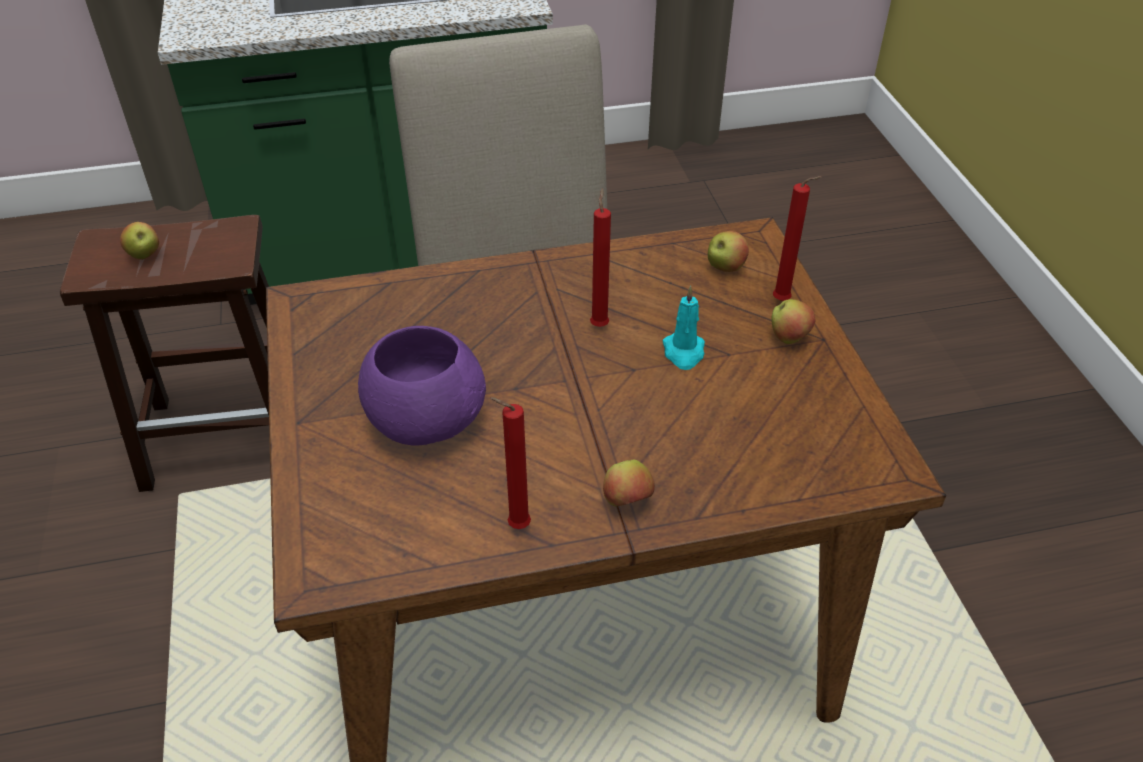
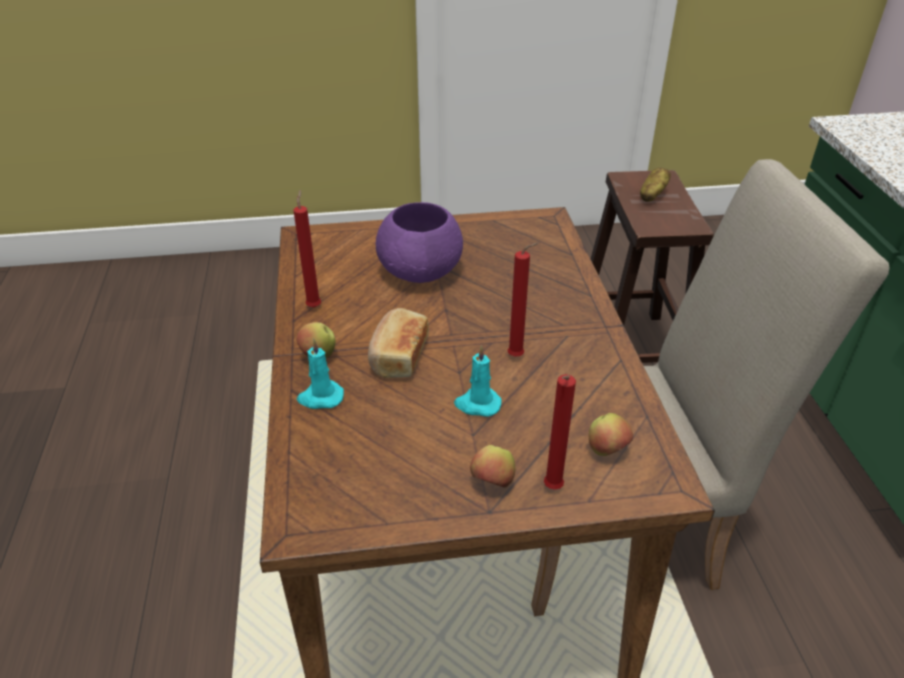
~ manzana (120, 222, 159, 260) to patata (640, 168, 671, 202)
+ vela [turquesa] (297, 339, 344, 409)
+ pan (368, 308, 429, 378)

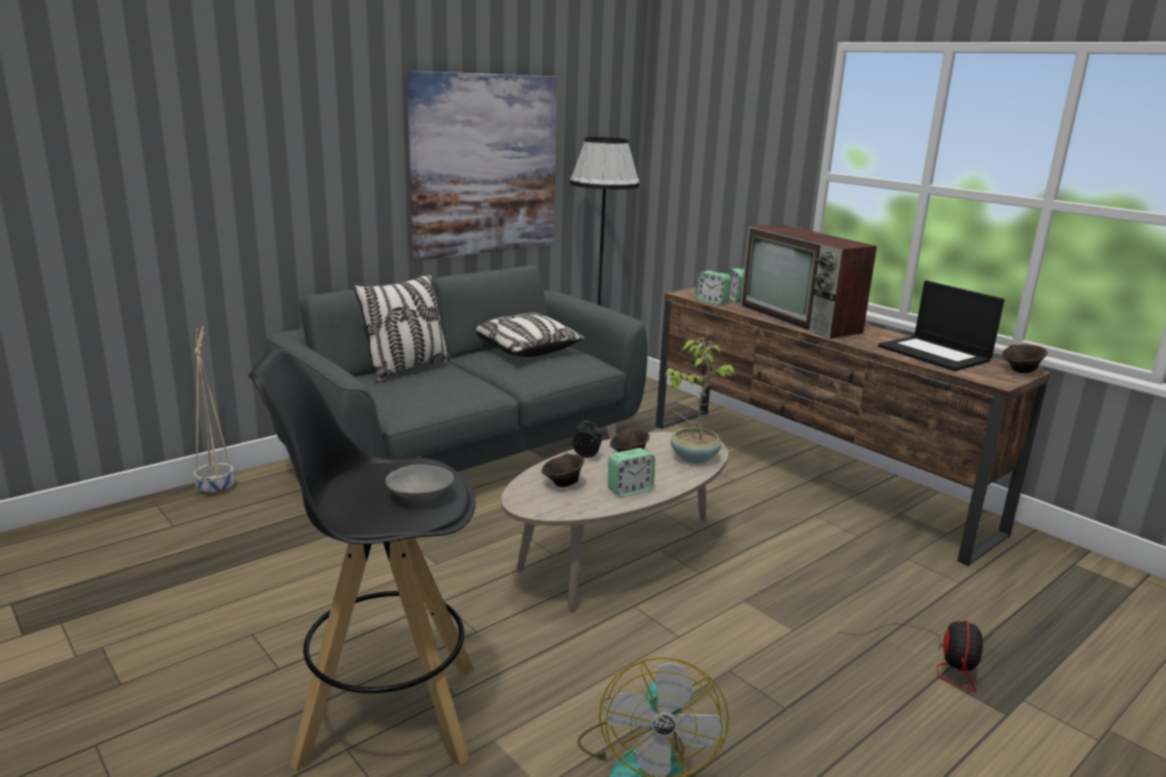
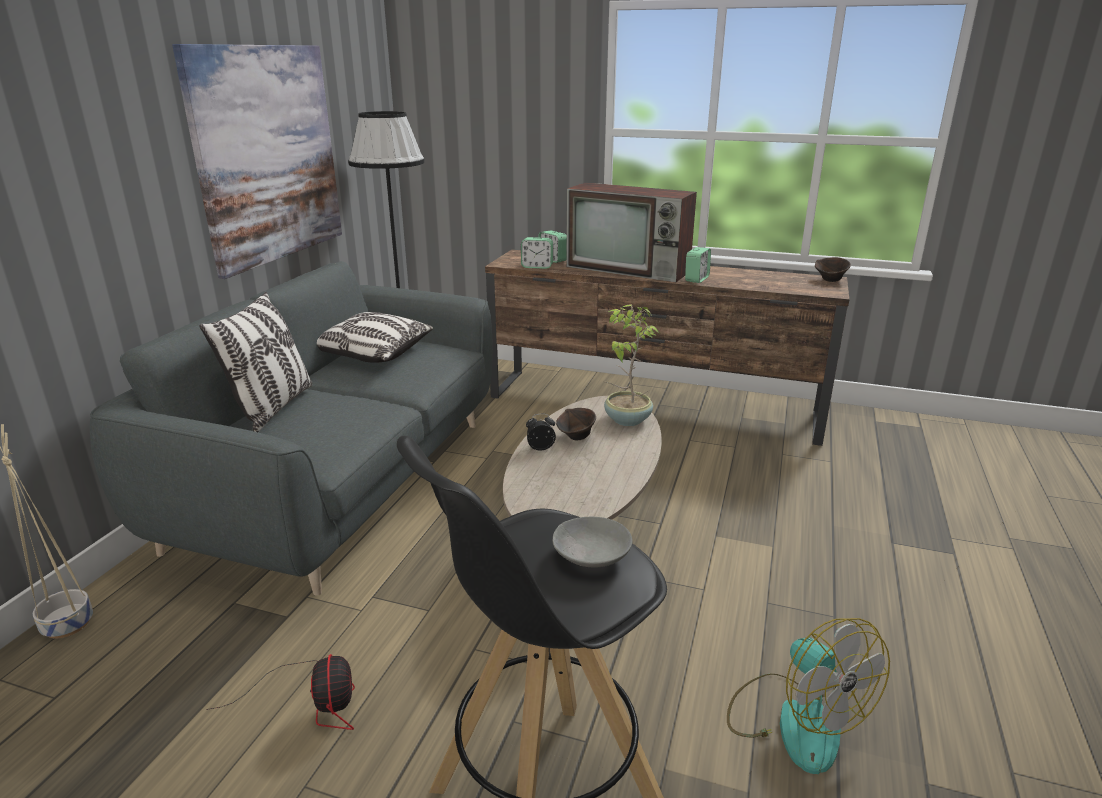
- cuenco [marrón] (542, 453, 584, 487)
~ despertador (607, 448, 655, 497) to (685, 247, 711, 283)
~ ventilador (839, 620, 983, 692) to (206, 654, 355, 730)
- portátil (878, 280, 1005, 371)

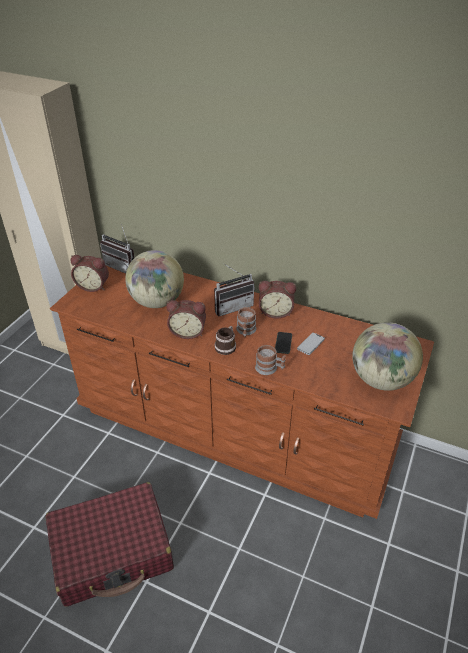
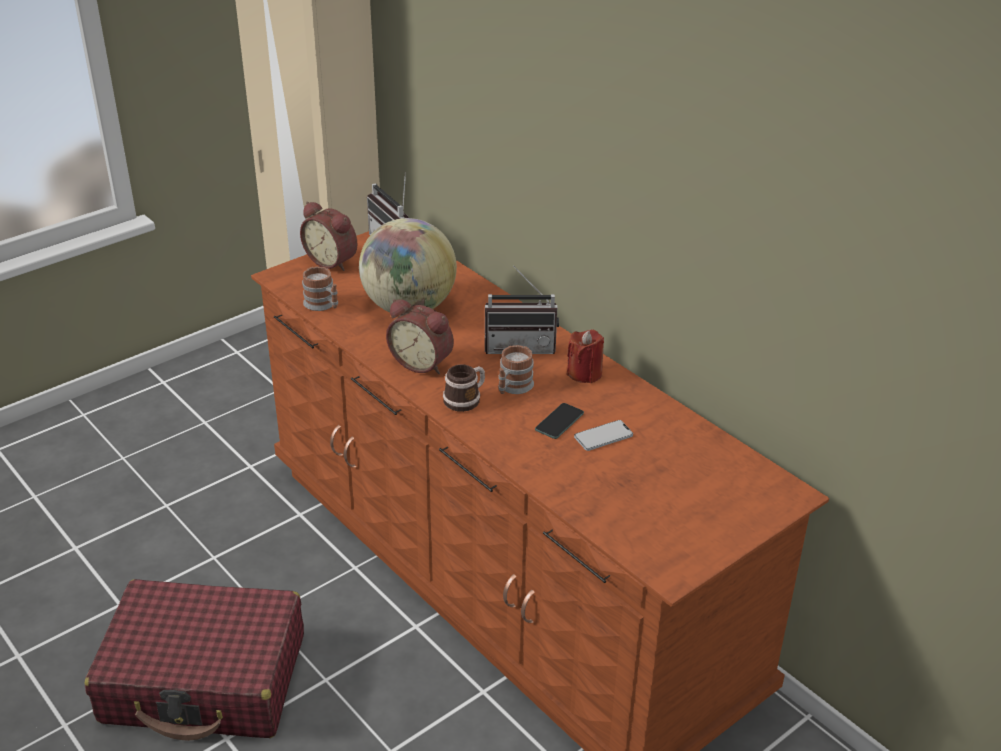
~ taza grande (255, 345, 286, 375) to (302, 267, 338, 311)
~ despertador (259, 281, 296, 319) to vela [rojo] (567, 329, 604, 383)
- globo terráqueo (352, 322, 423, 391)

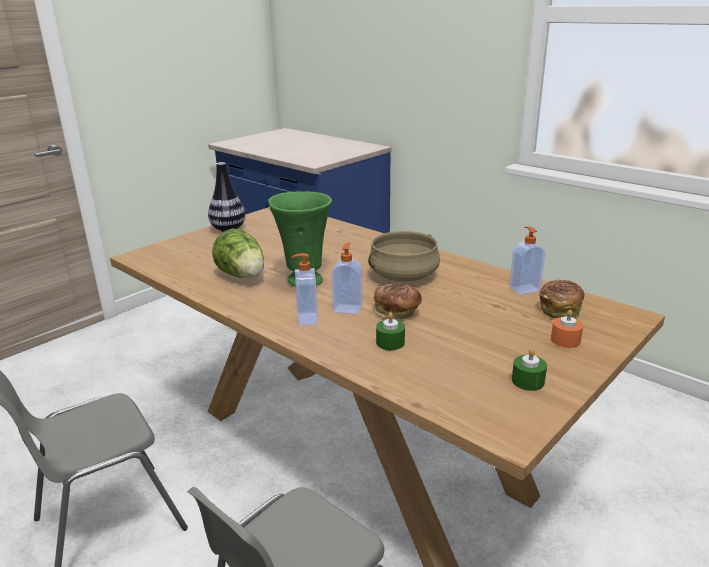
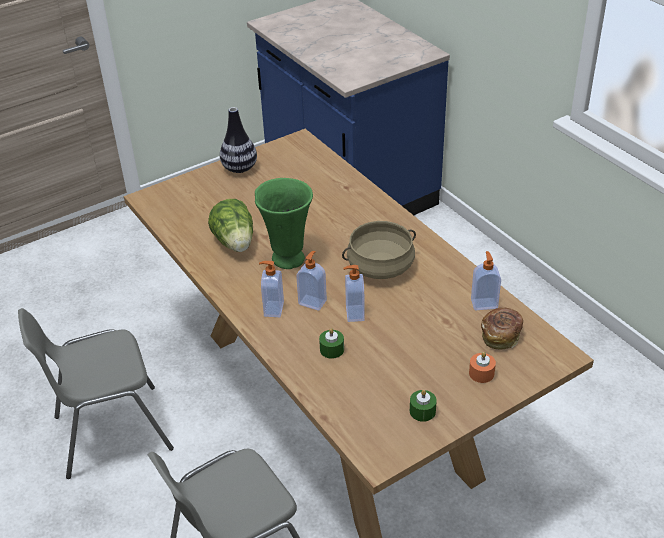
~ pan (374, 284, 422, 319) to dispensador de jabón (343, 265, 365, 322)

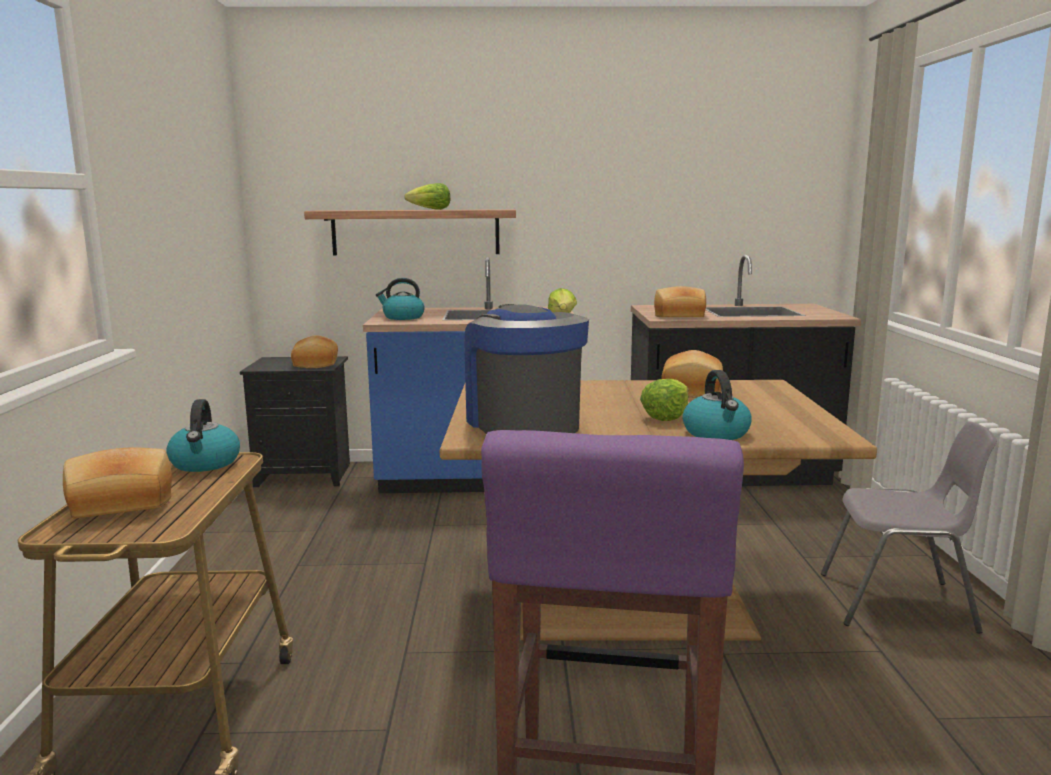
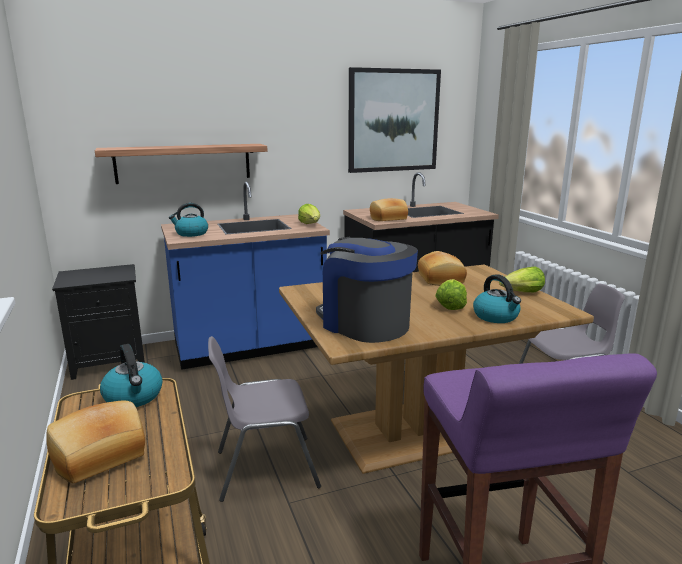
- pan (291, 335, 338, 368)
~ lechuga (405, 183, 450, 210) to (499, 267, 545, 292)
+ silla [gris] (208, 336, 321, 502)
+ cuadro (348, 67, 441, 173)

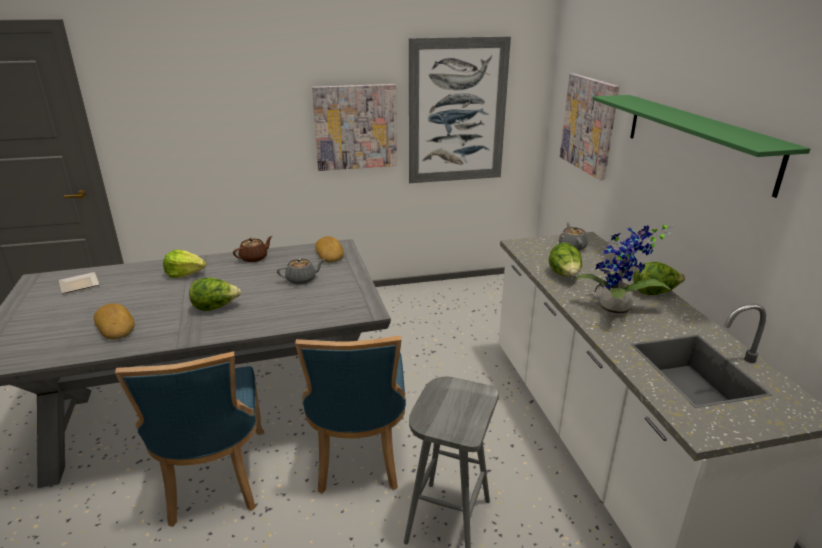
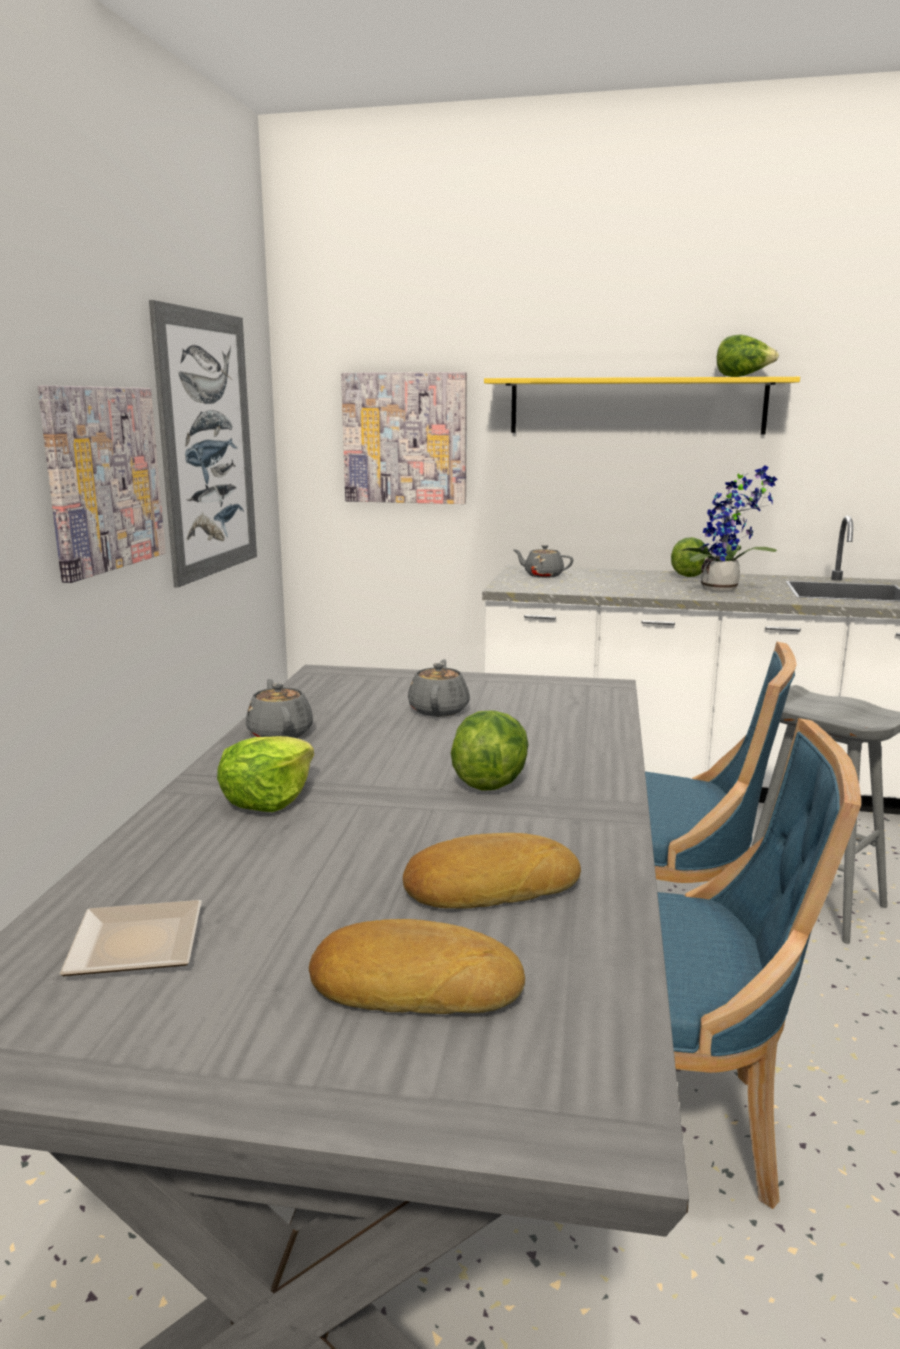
~ tetera [marrón] (233, 236, 273, 262) to tetera [gris] (246, 679, 313, 738)
~ pan (315, 236, 344, 263) to (309, 919, 525, 1014)
~ lechuga (549, 243, 582, 276) to (717, 335, 779, 377)
~ estante [verde] (592, 95, 810, 198) to estante [amarillo] (484, 377, 800, 435)

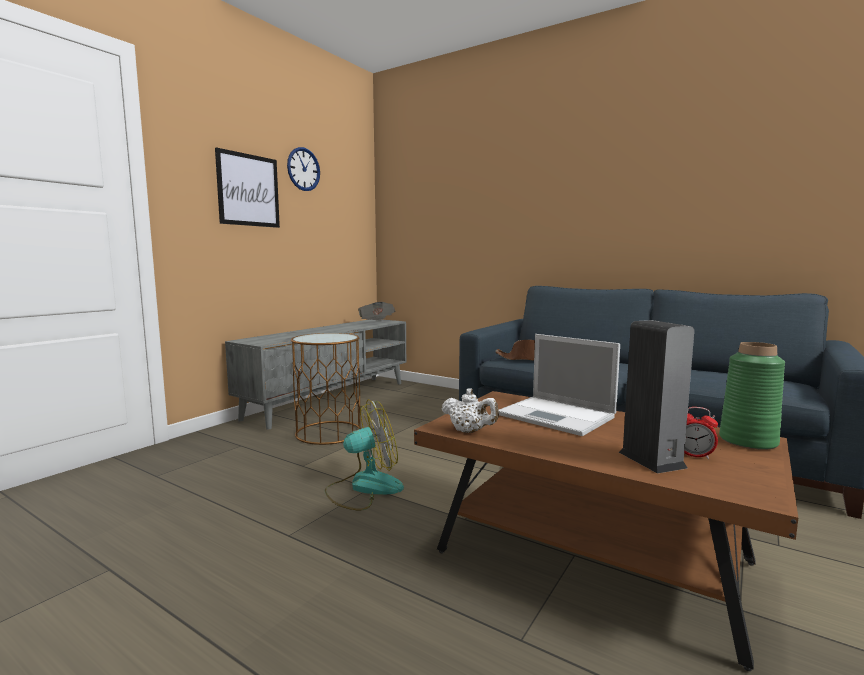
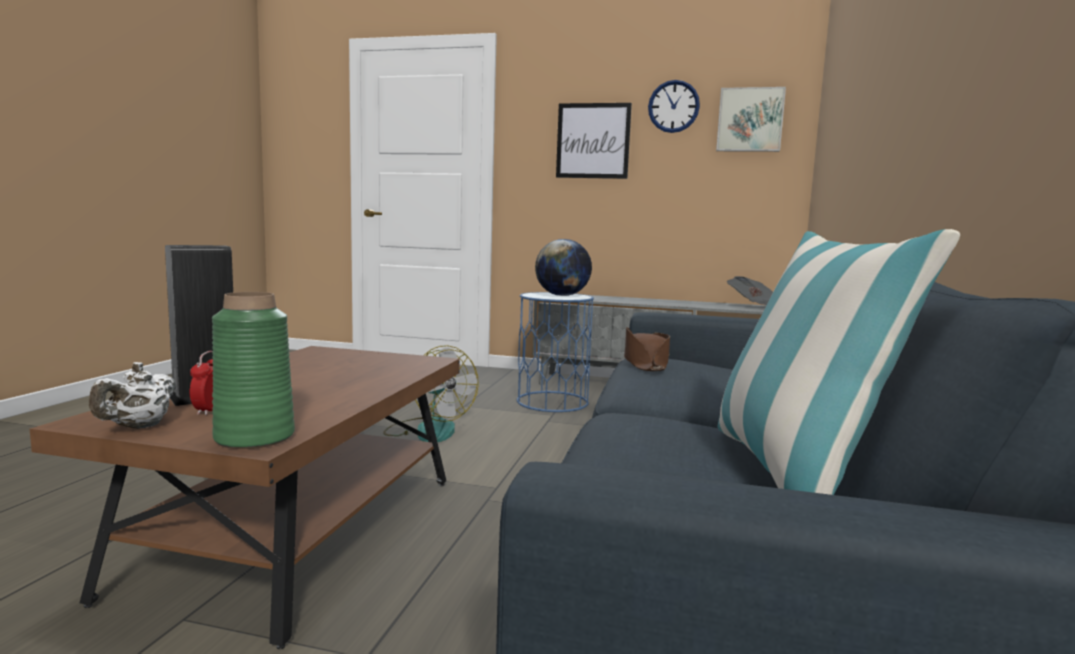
~ mesa auxiliar [marrón] (291, 333, 361, 445) to mesa auxiliar [azul] (517, 292, 594, 412)
~ tetera [blanco] (442, 389, 499, 433) to (89, 362, 176, 429)
- portátil (499, 334, 620, 436)
+ globo terráqueo (535, 239, 592, 296)
+ cuadro (716, 87, 786, 152)
+ cojín (718, 229, 960, 495)

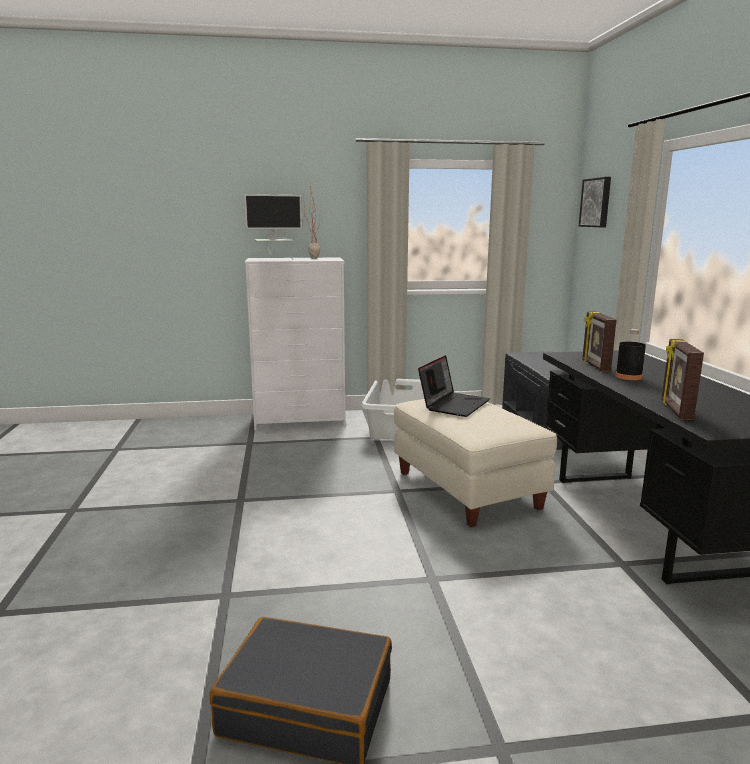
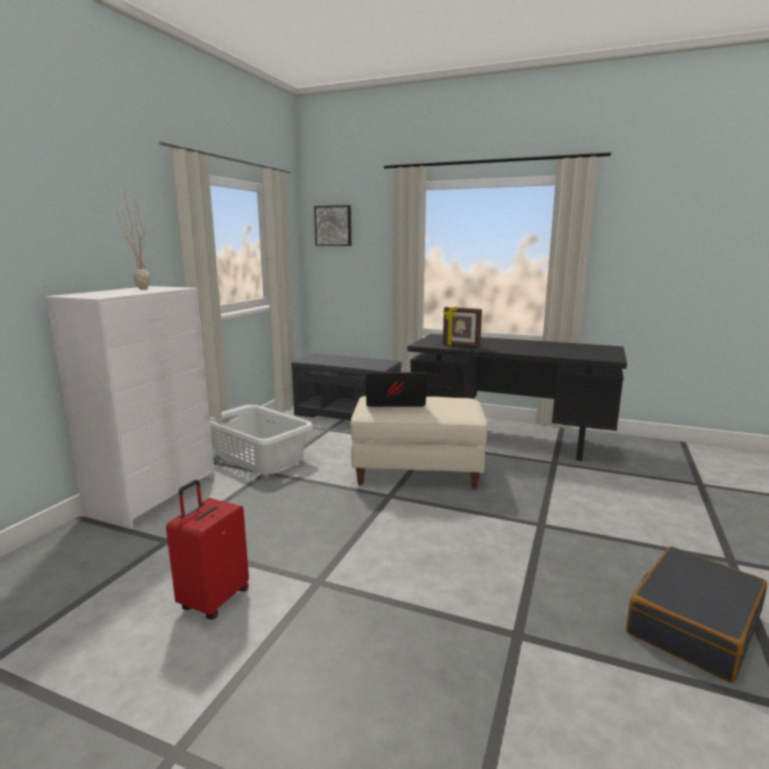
- monitor (244, 194, 303, 259)
~ portátil (418, 355, 490, 417) = (366, 372, 427, 407) 60 degrees counterclockwise
- botella [negro] (616, 329, 646, 380)
- portarretratos (662, 339, 704, 420)
+ maleta [rojo] (166, 480, 249, 619)

